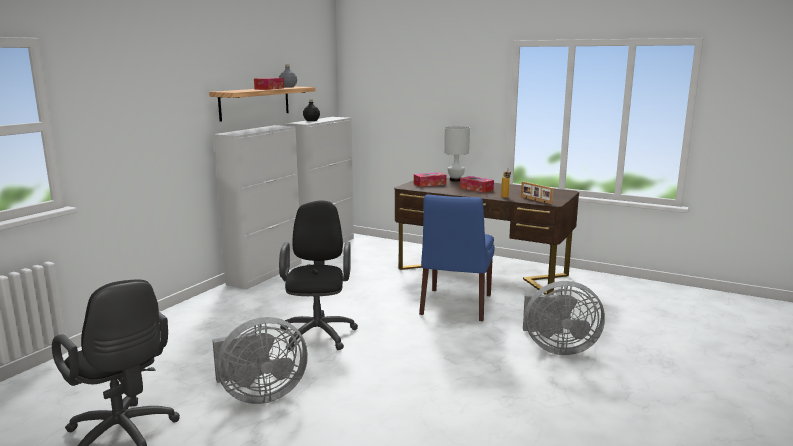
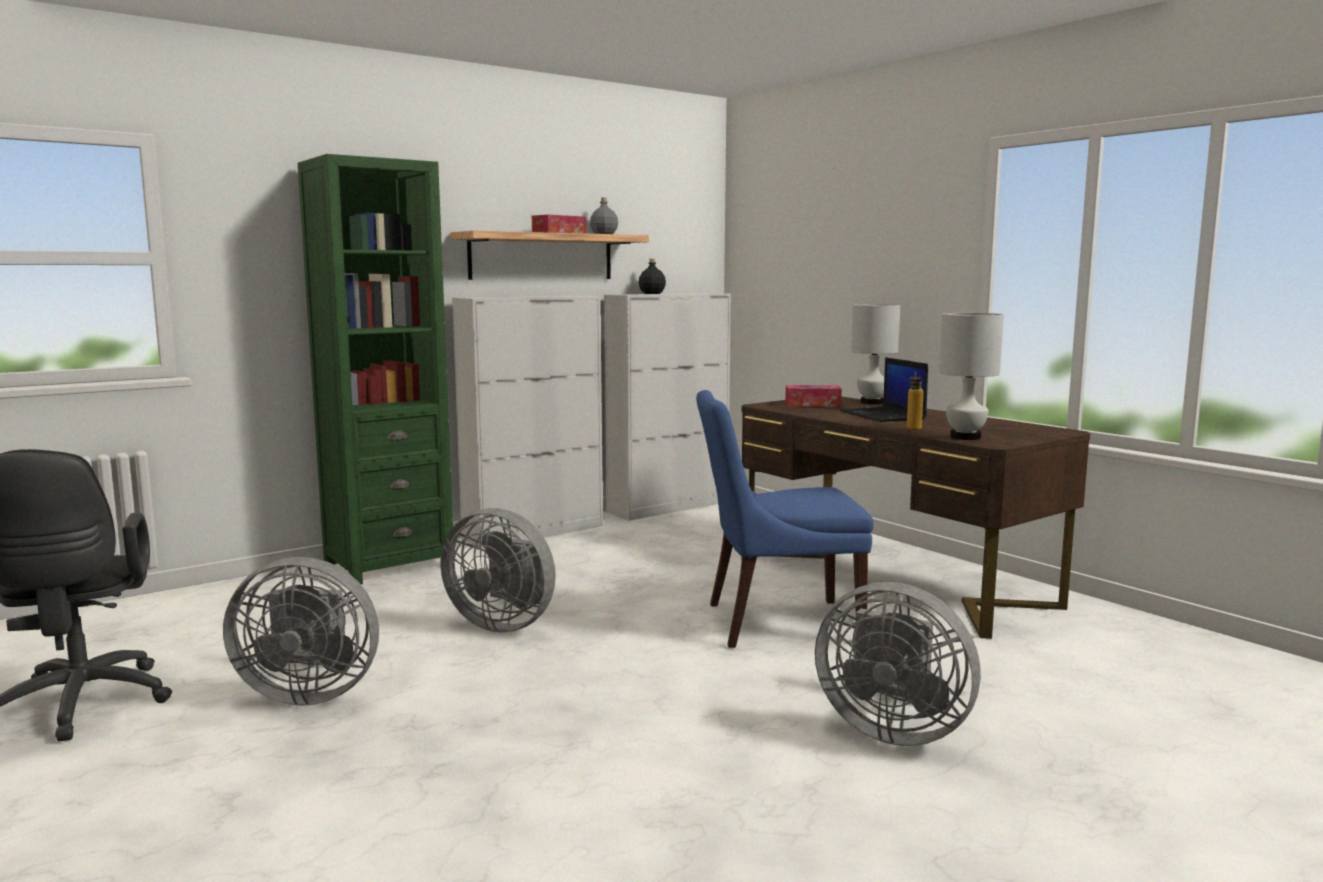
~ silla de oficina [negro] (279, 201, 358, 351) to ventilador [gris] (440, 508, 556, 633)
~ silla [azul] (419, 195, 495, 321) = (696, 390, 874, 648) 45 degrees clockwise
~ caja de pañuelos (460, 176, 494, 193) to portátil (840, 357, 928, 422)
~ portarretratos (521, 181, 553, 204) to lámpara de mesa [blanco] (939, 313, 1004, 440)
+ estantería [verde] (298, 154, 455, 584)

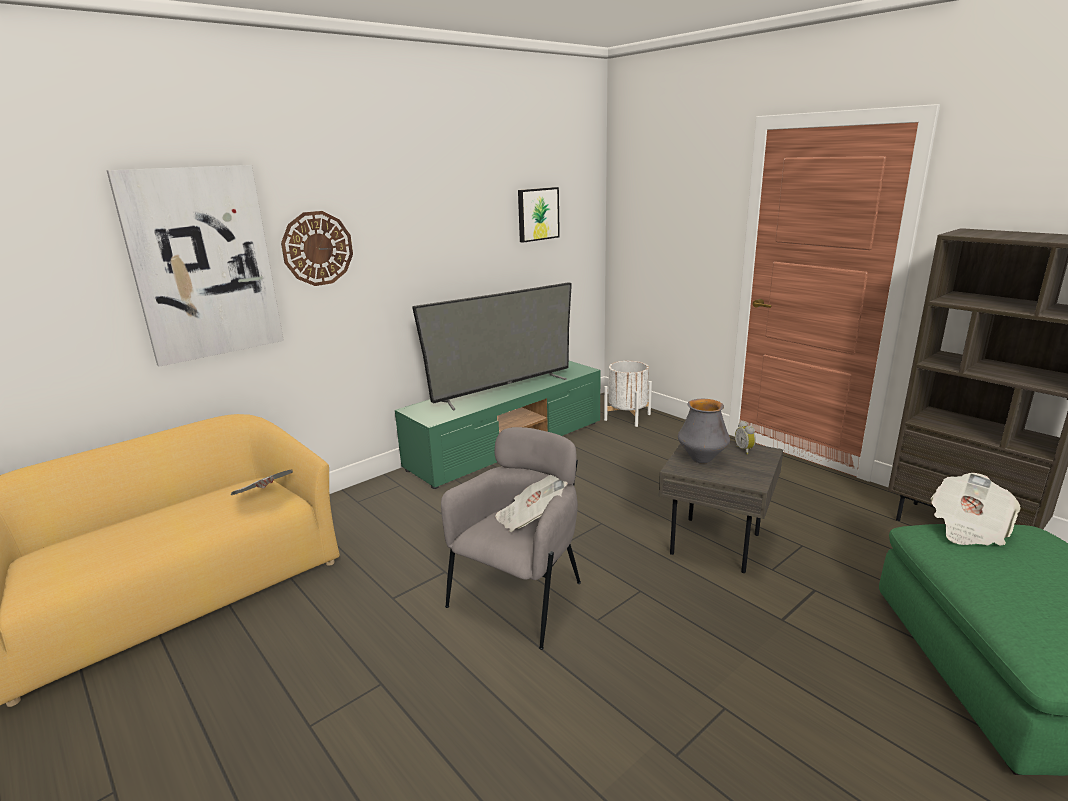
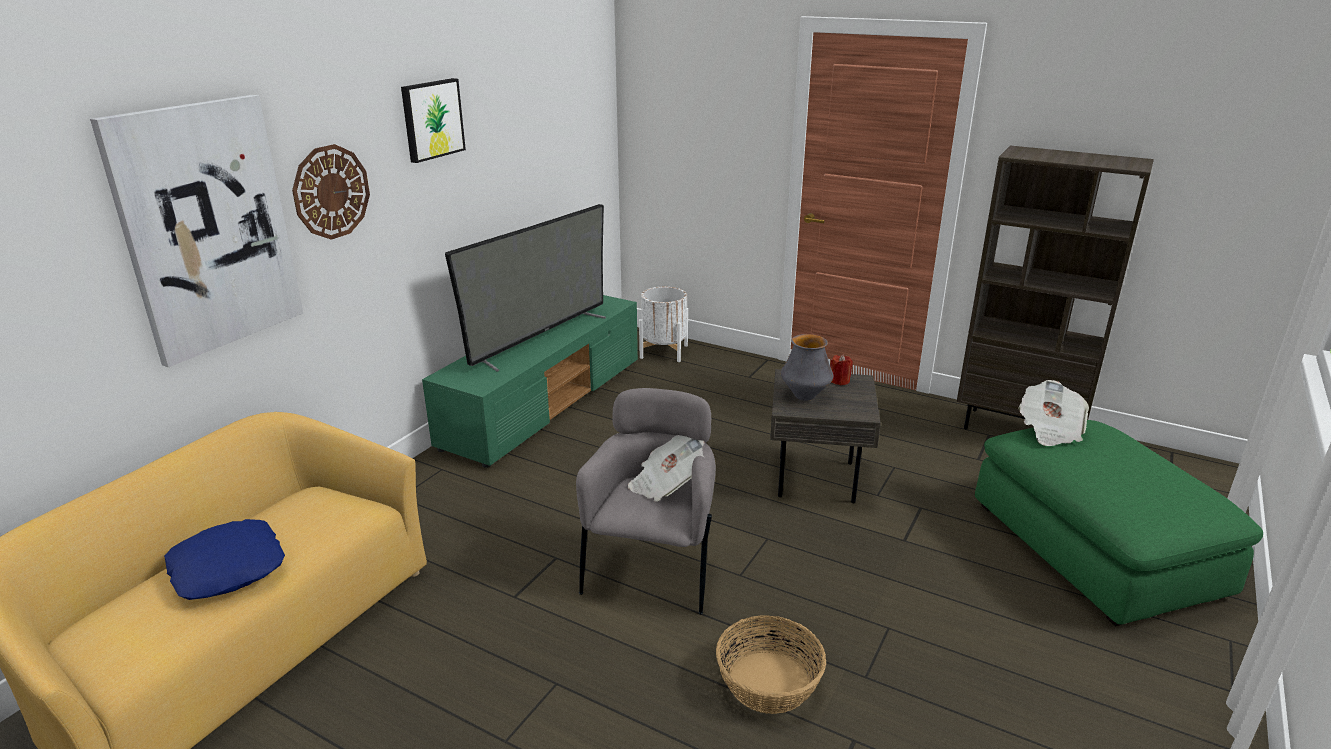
- periódico (231, 470, 293, 495)
~ cuadro (518, 187, 560, 243) to (401, 78, 466, 163)
~ despertador (735, 421, 756, 454) to vela [rojo] (830, 354, 853, 385)
+ cojín [azul] (164, 519, 285, 600)
+ cesta (716, 615, 826, 714)

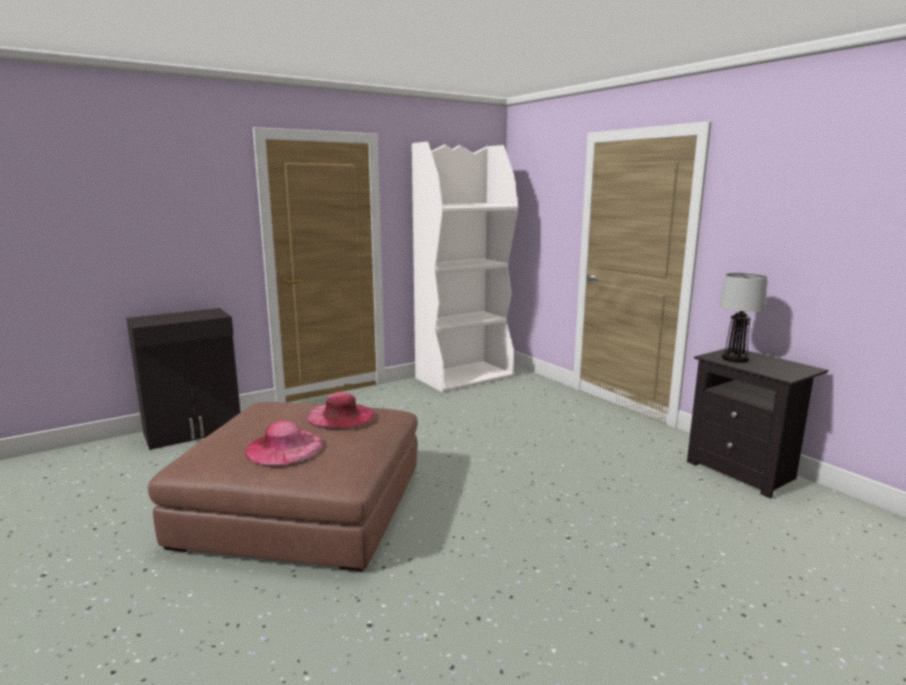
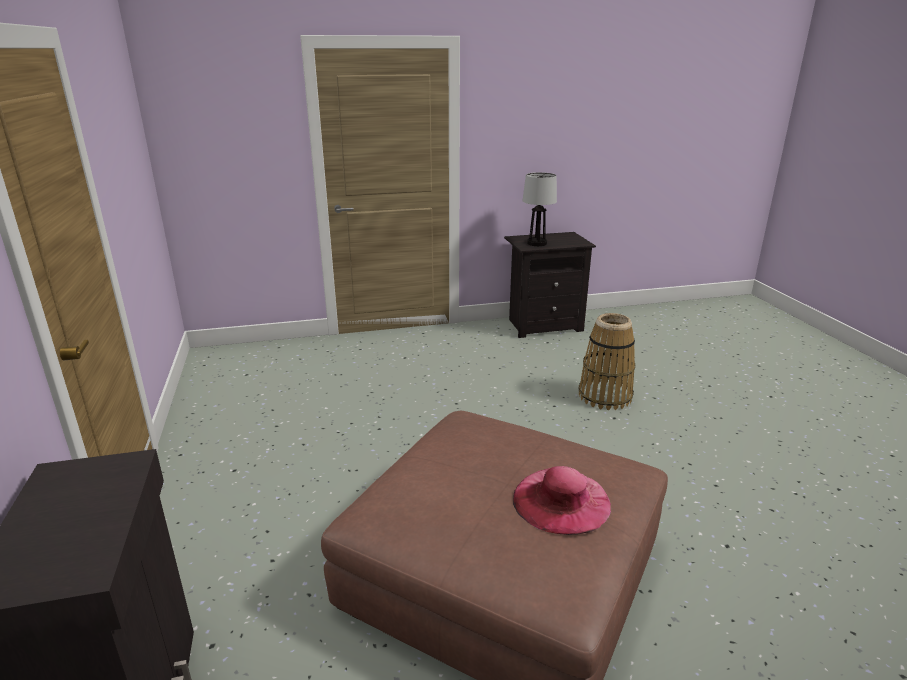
- sombrero [rosa] (306, 392, 374, 430)
- estantería [blanco] (412, 142, 518, 392)
+ cesta (579, 313, 635, 410)

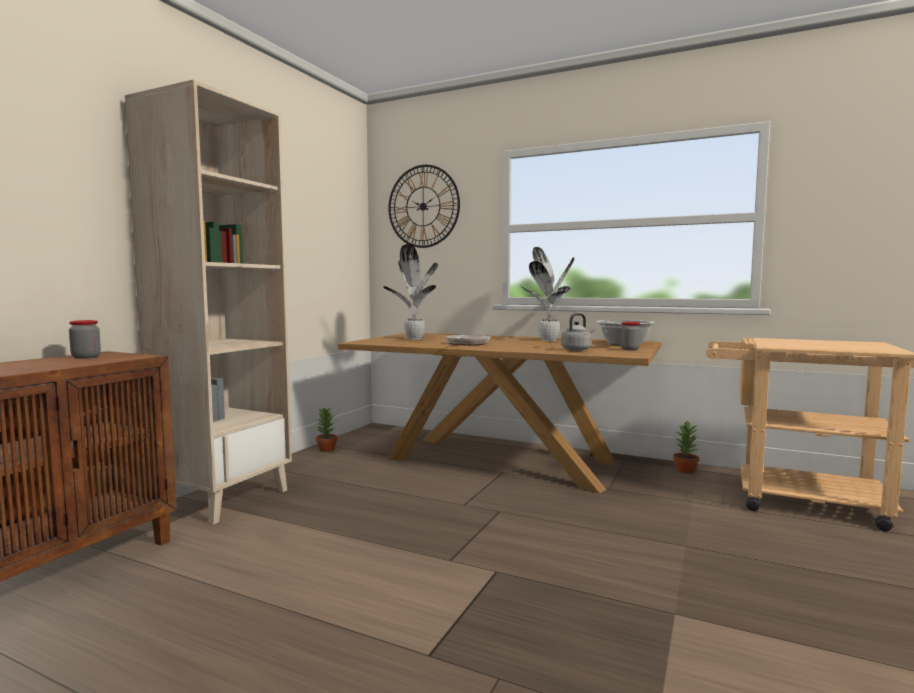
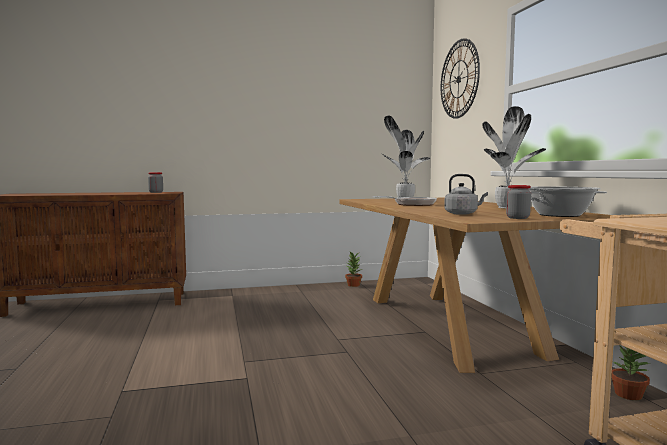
- estantería [beis] (125, 79, 292, 525)

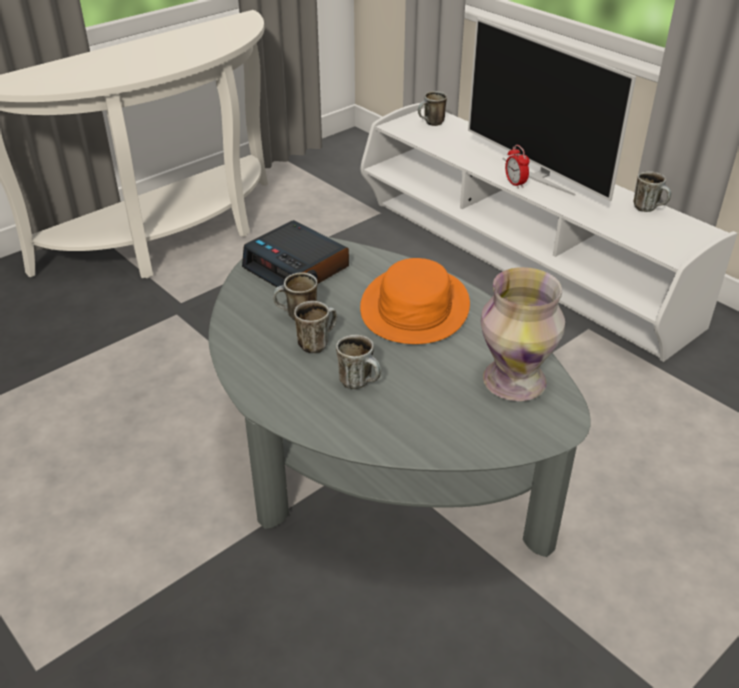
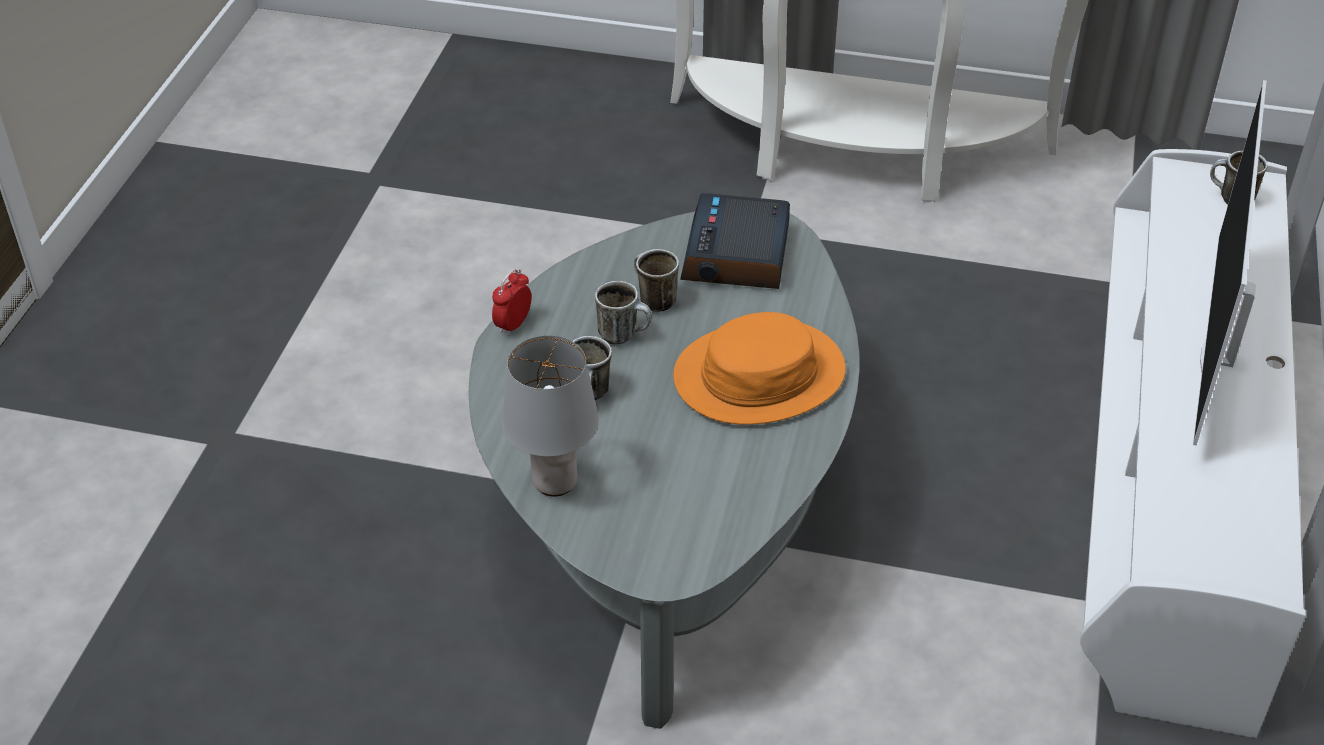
- florero (481, 267, 565, 401)
~ despertador (505, 145, 530, 189) to (492, 269, 531, 336)
- taza grande (634, 171, 671, 212)
+ lámpara de mesa [gris] (502, 336, 599, 497)

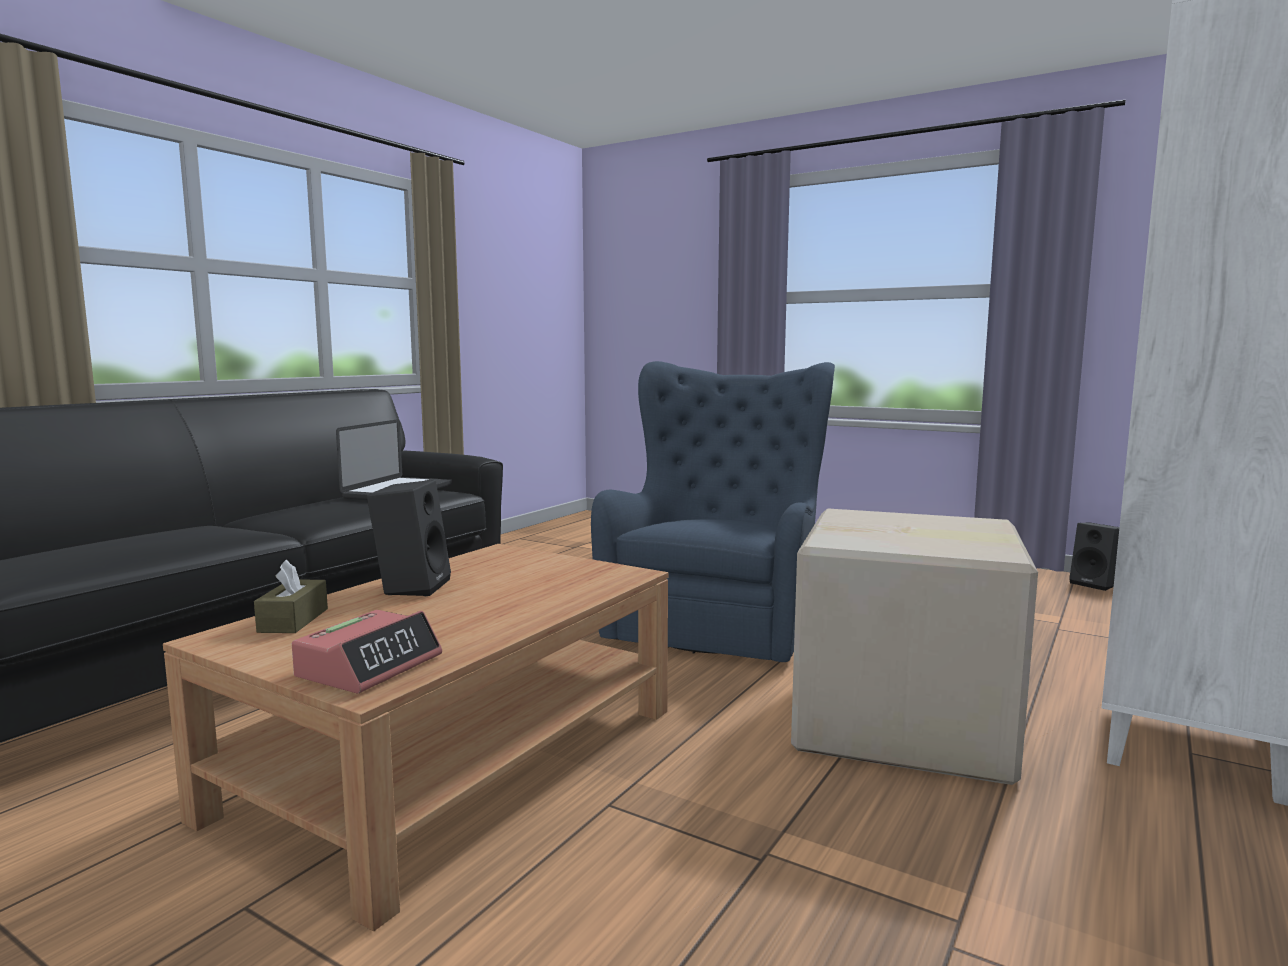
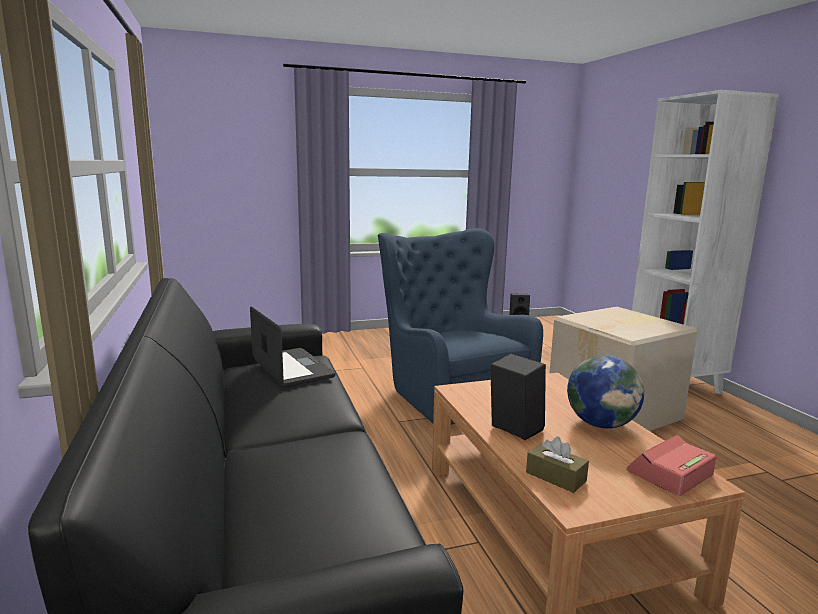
~ despertador (292, 610, 442, 693) = (627, 435, 716, 496) 105 degrees counterclockwise
+ globo terráqueo (567, 355, 644, 428)

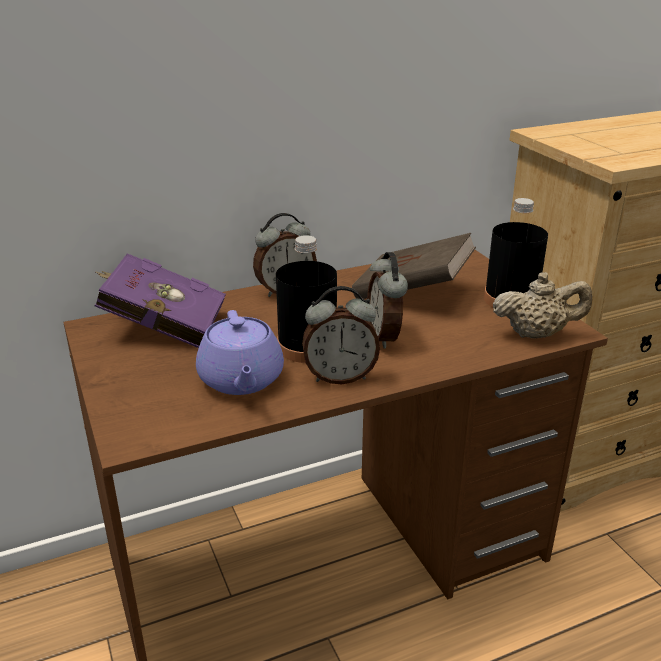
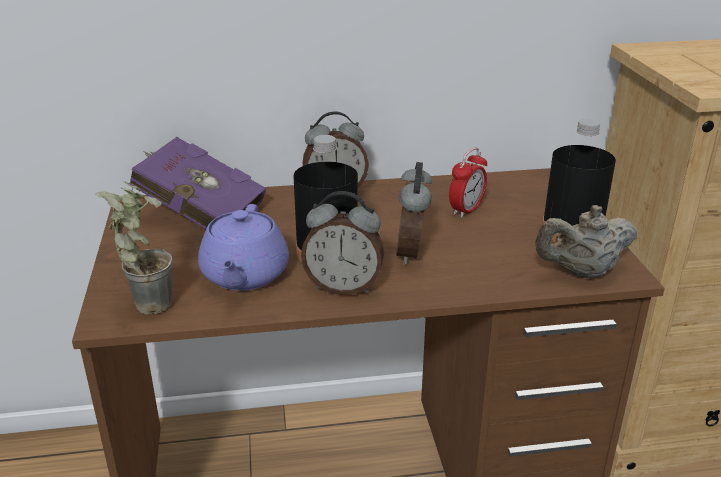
~ libro [marrón] (352, 233, 476, 299) to despertador (449, 148, 487, 218)
~ tetera [beis] (493, 272, 592, 339) = (535, 205, 637, 278) 150 degrees clockwise
+ planta en maceta (95, 181, 172, 315)

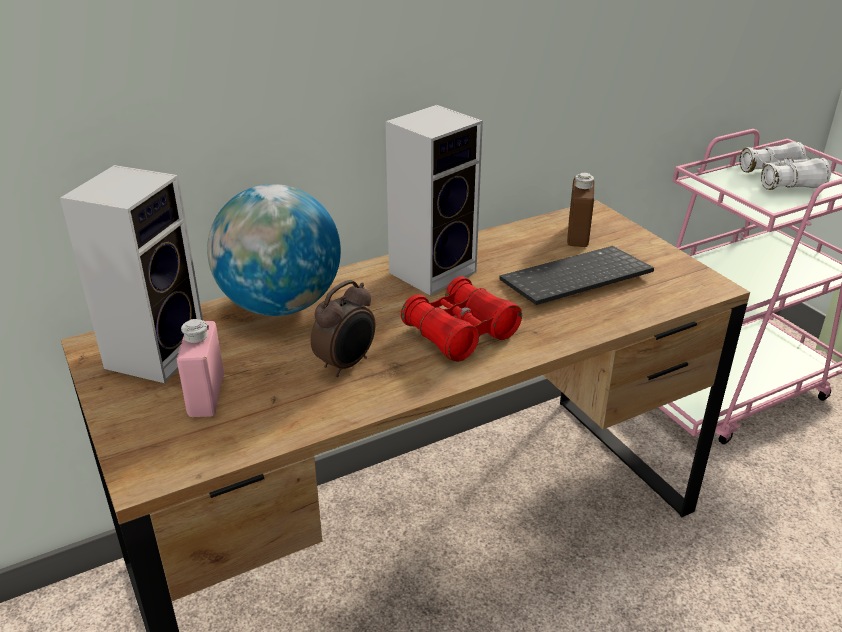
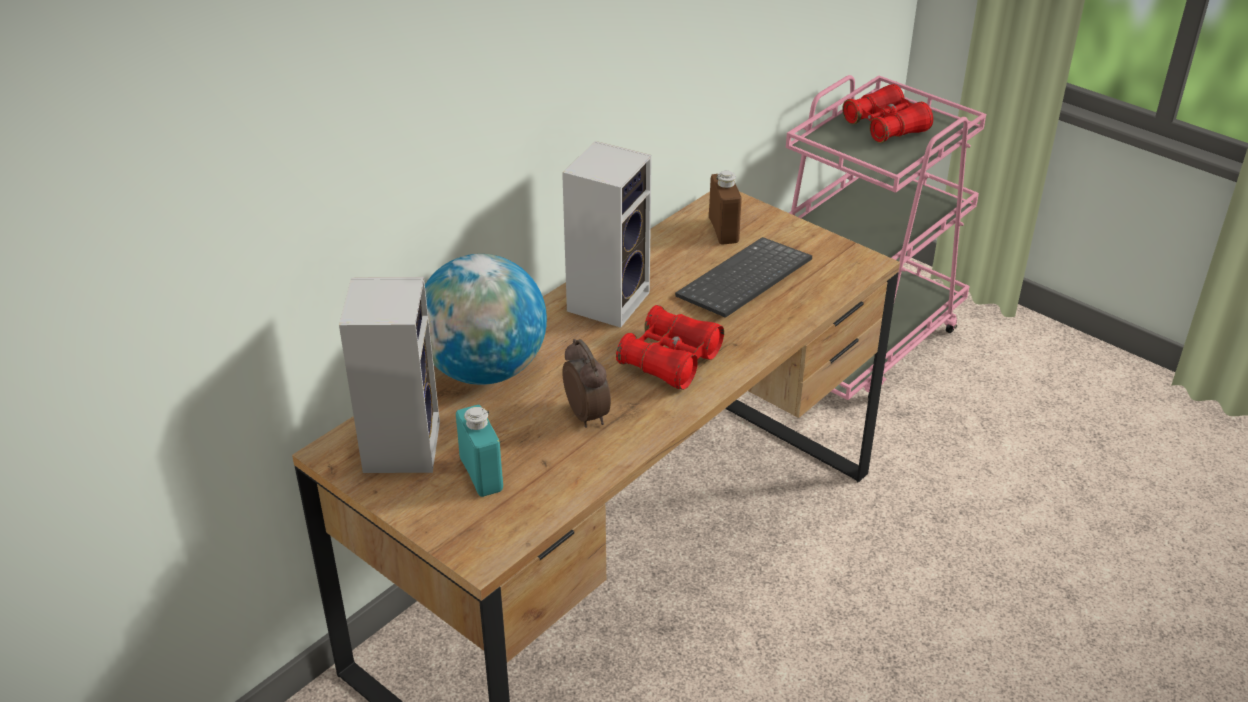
~ botella [rosa] (177, 319, 224, 417) to botella [turquesa] (456, 405, 503, 497)
~ despertador (311, 280, 375, 377) = (562, 339, 611, 428) 45 degrees counterclockwise
~ prismáticos [blanco] (740, 142, 831, 190) to prismáticos [rojo] (842, 84, 933, 143)

